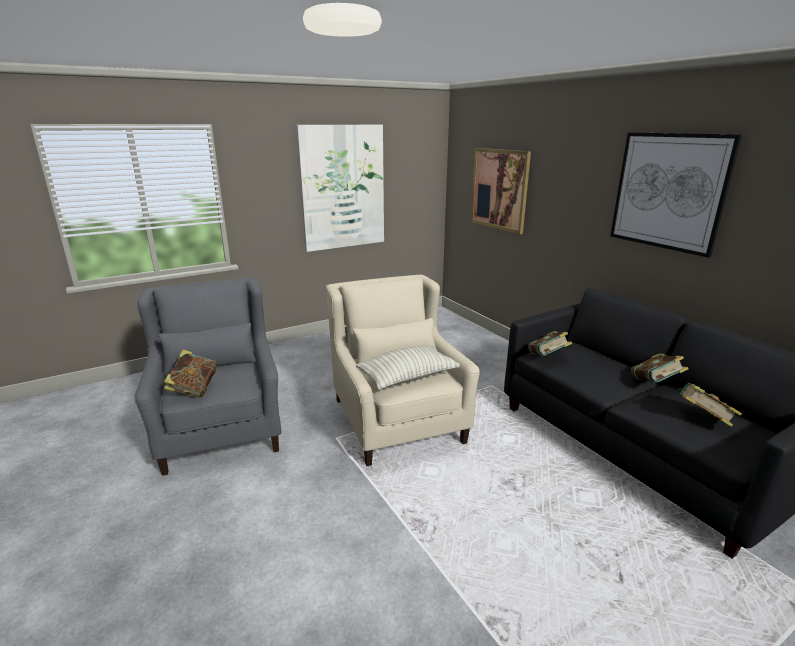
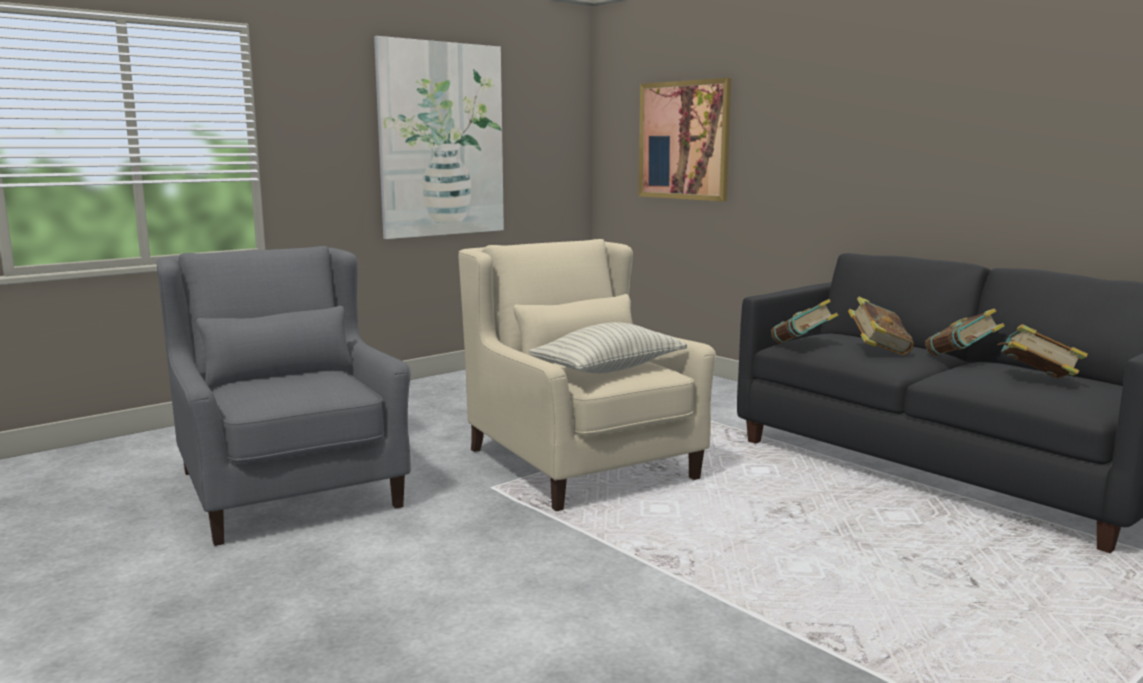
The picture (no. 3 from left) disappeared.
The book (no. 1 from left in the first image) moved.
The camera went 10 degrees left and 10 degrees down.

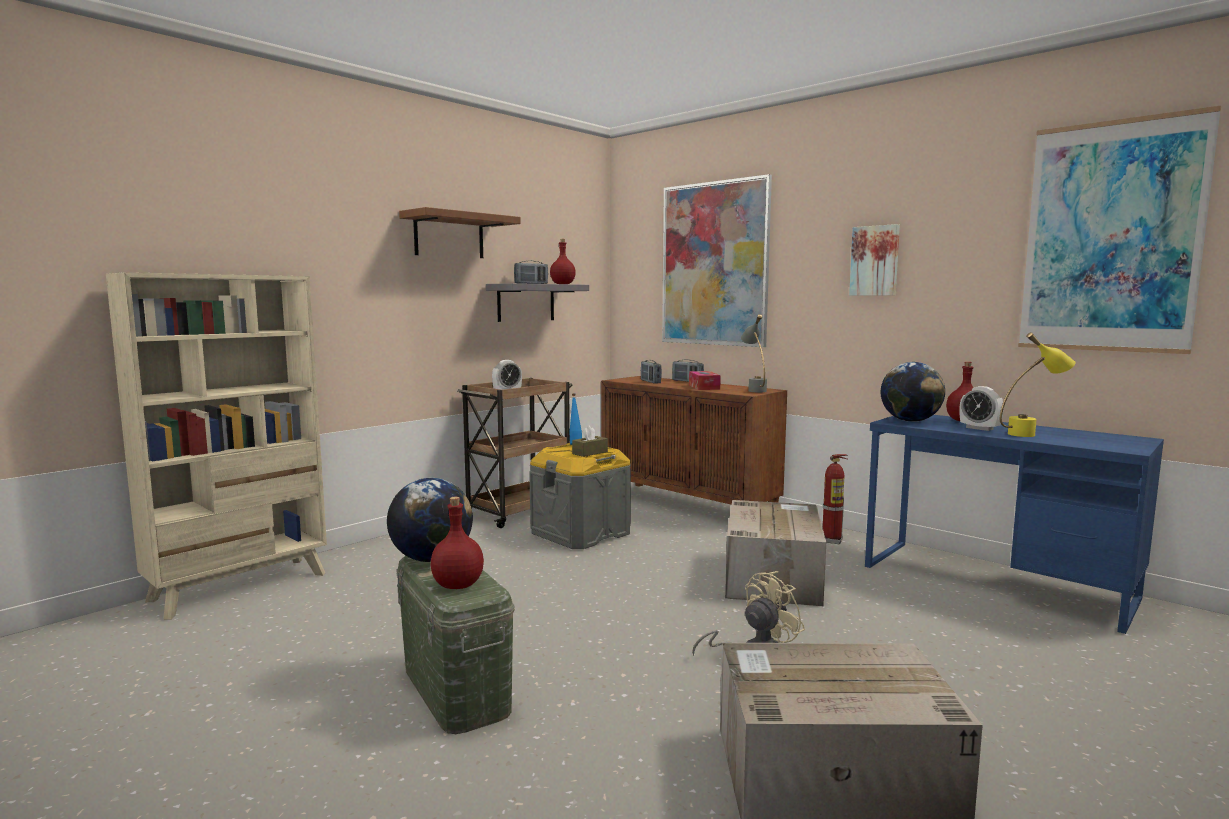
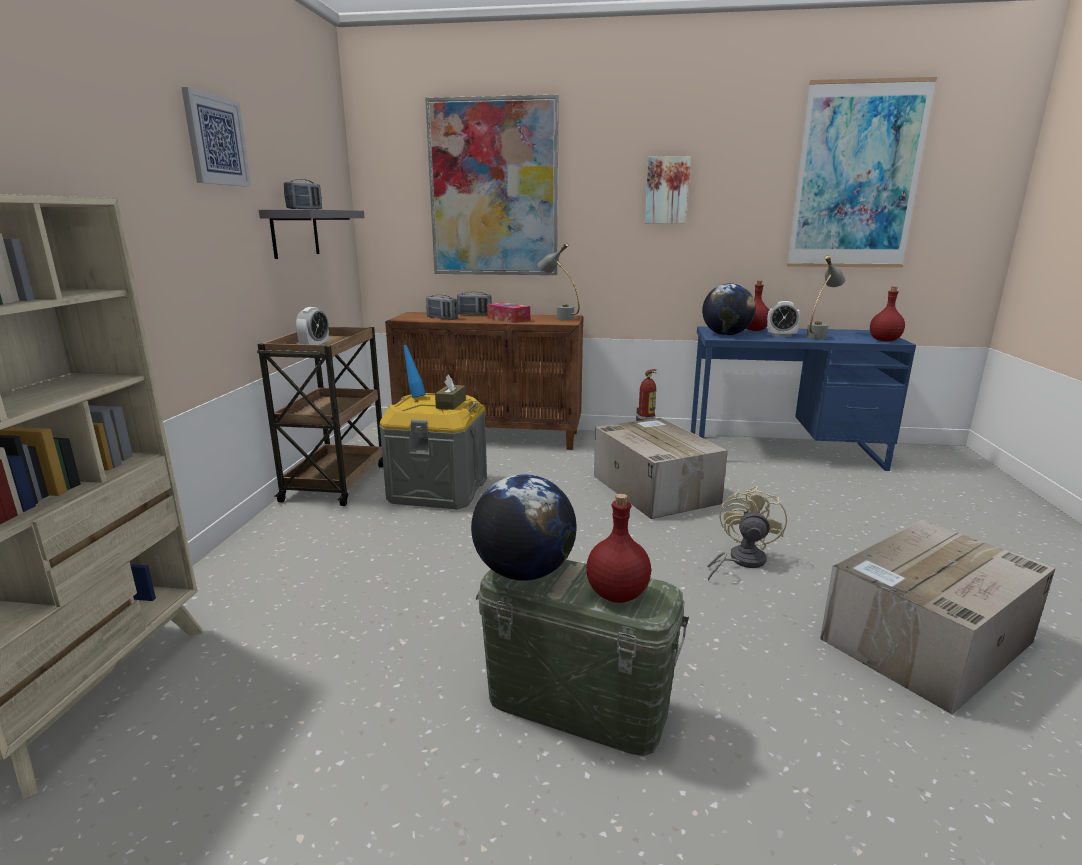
The brown shelf was replaced by the picture (no. 1 from left).
The red bottle (no. 2 from left in the first image) moved.
The yellow table lamp became the grey table lamp (no. 2 from left).
The camera went 35 degrees left and 10 degrees up.

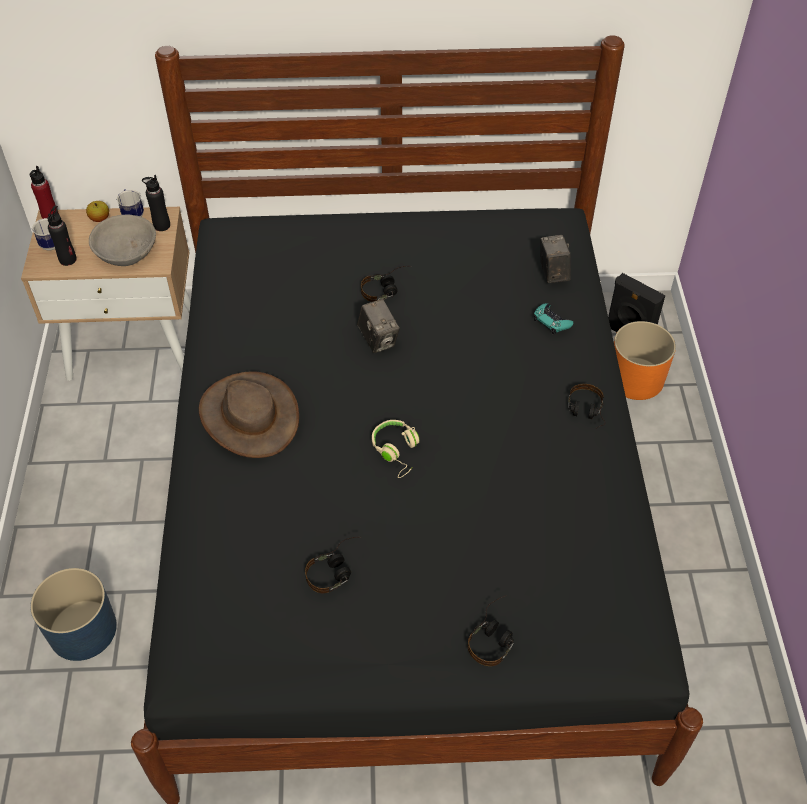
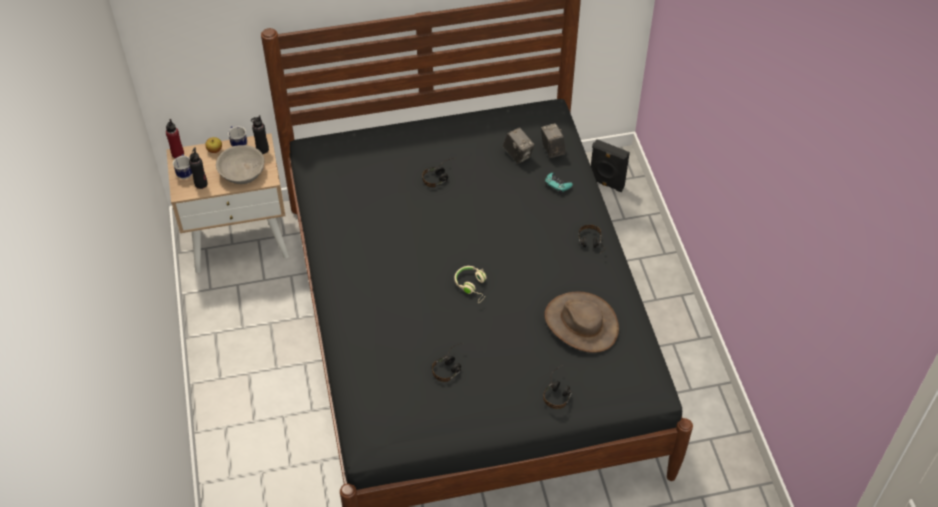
The photo camera (no. 1 from left) moved.
The orange planter disappeared.
The brown hat moved.
The blue planter disappeared.
The camera went 10 degrees left and 0 degrees up.

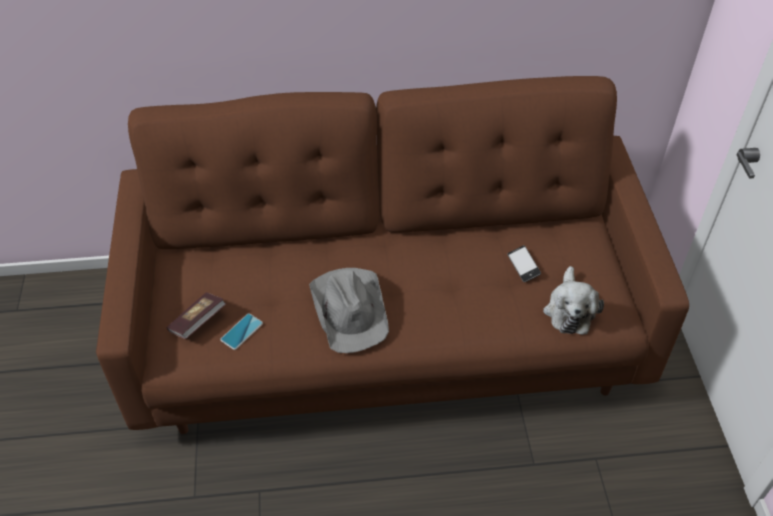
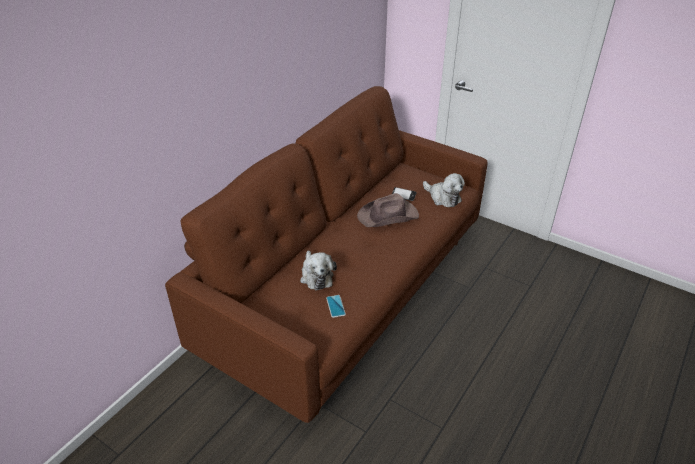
The grey hat disappeared.
The book disappeared.
The brown hat appeared.
The plush toy (no. 1 from left) appeared.
The camera went 50 degrees left and 10 degrees down.

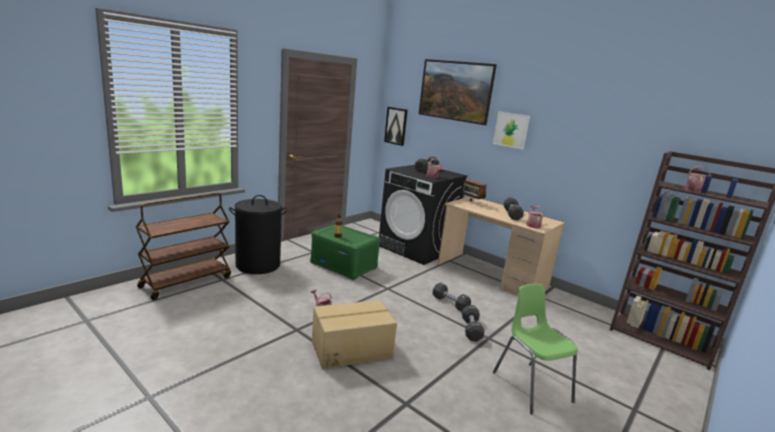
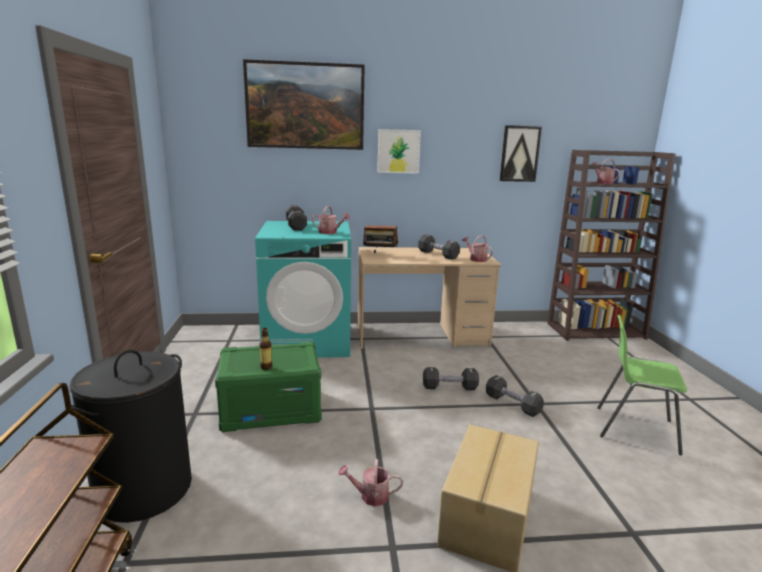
The picture (no. 1 from left in the first image) moved.
The black washing machine became the turquoise washing machine.
The camera went 45 degrees left and 0 degrees up.

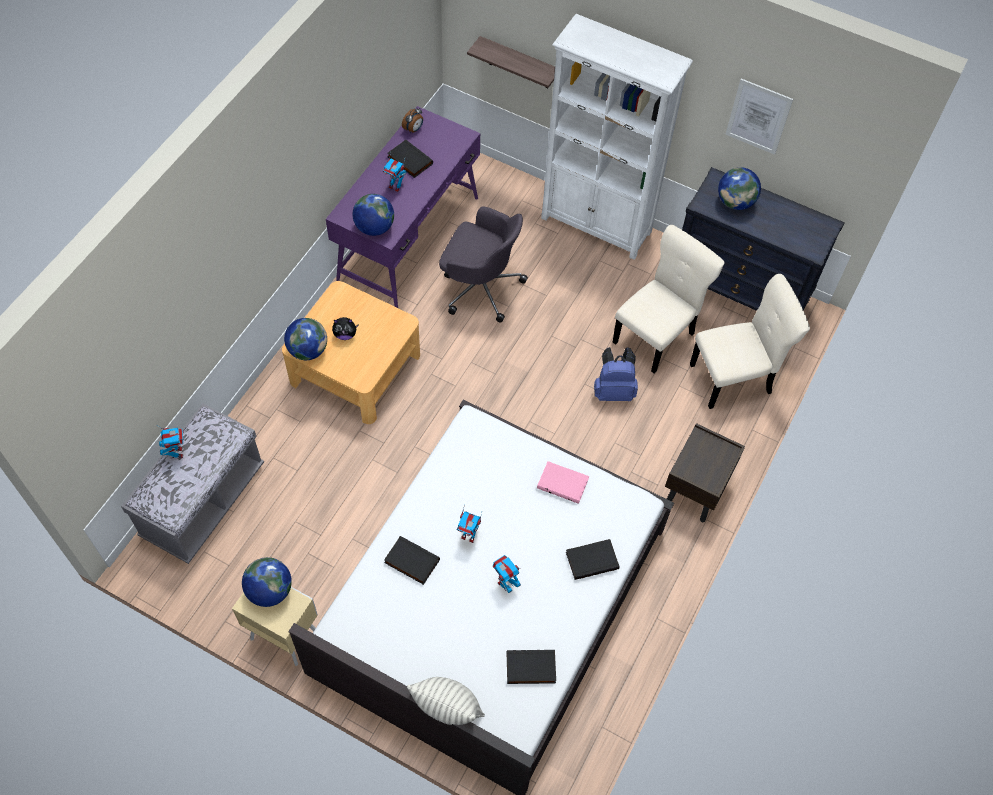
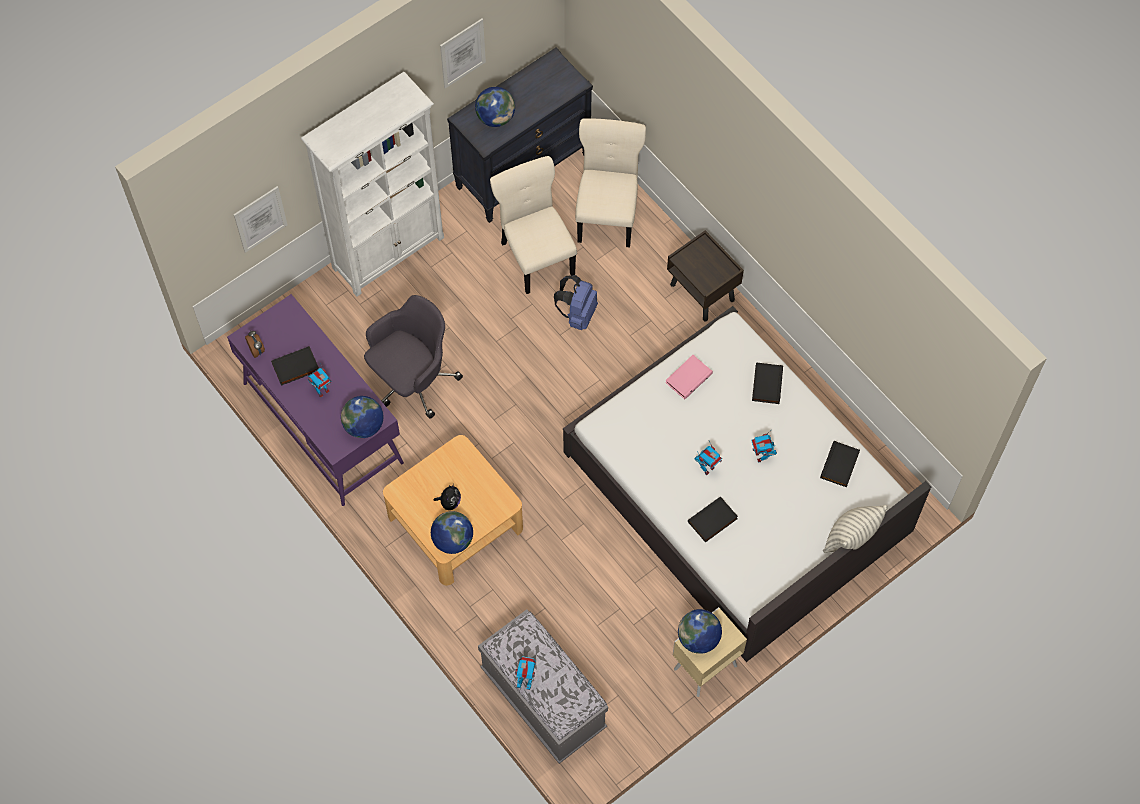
The shelf was replaced by the picture (no. 1 from left).
The camera went 65 degrees left and 5 degrees up.

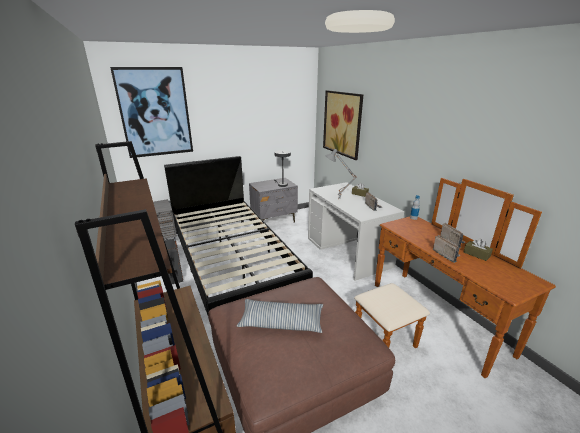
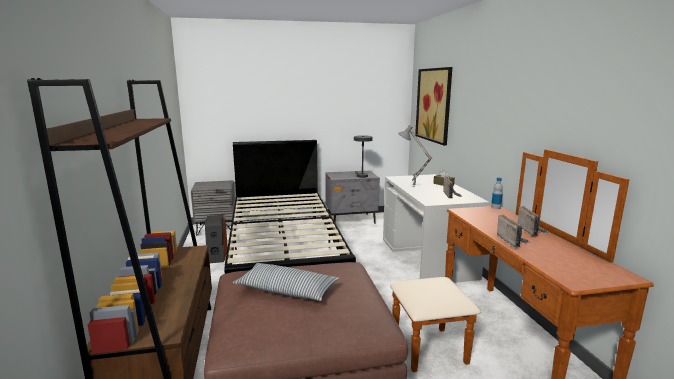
The picture (no. 1 from left) disappeared.
The brown tissue box (no. 2 from left) disappeared.
The camera went 15 degrees right and 10 degrees down.

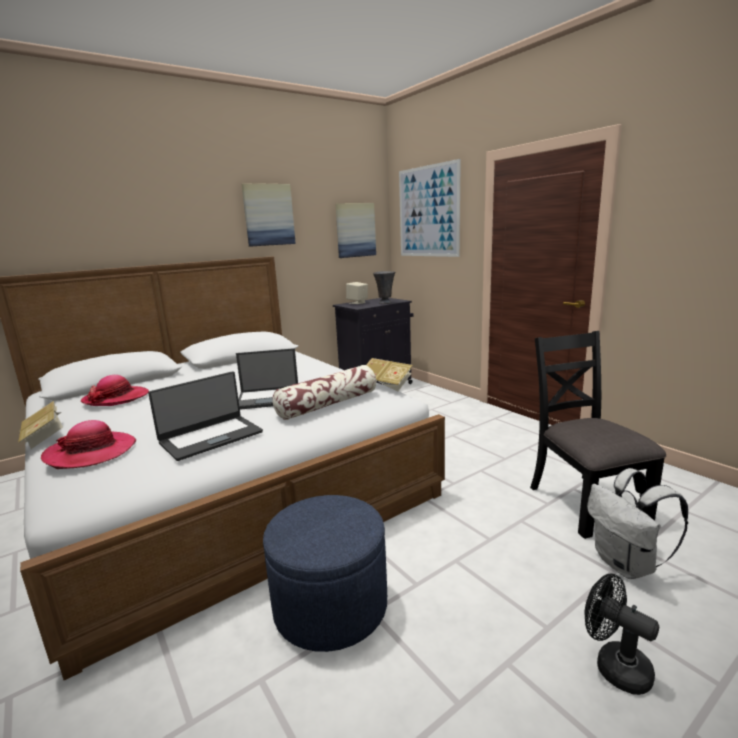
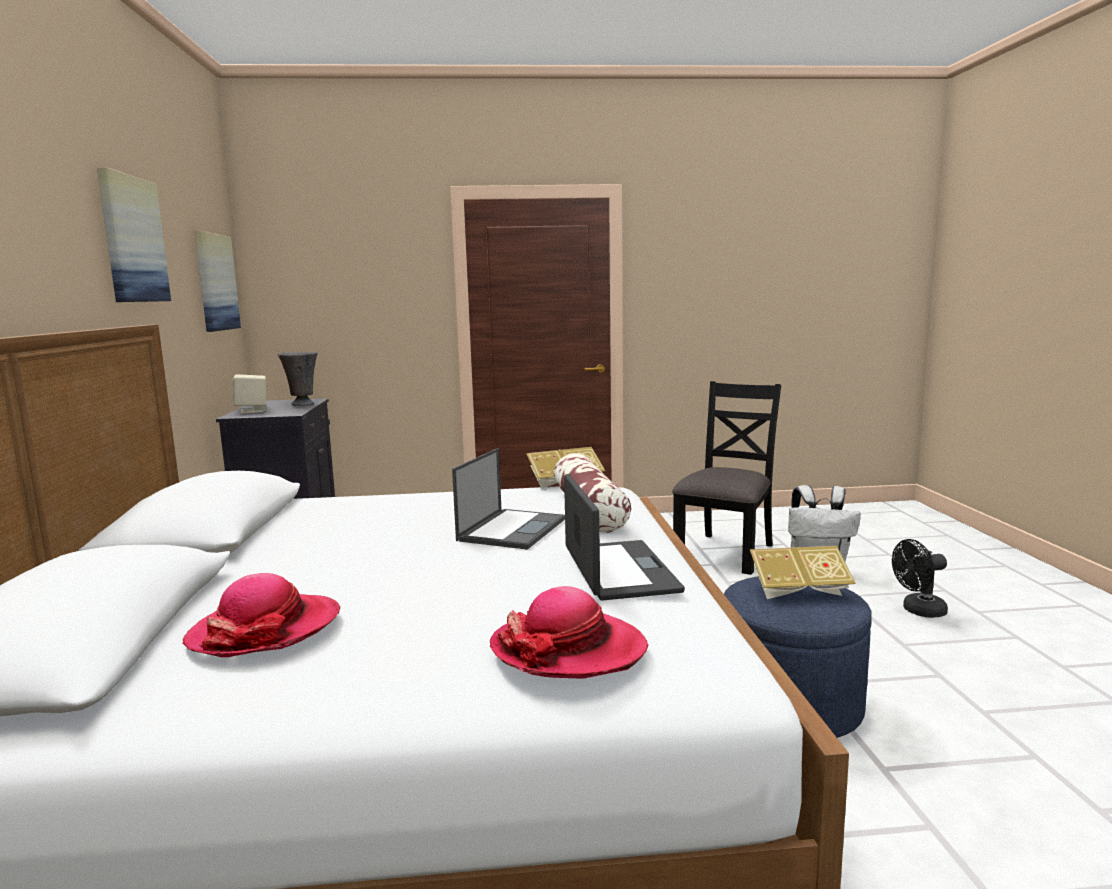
The picture (no. 3 from left) disappeared.
The black chair turned 105 degrees clockwise.
The book (no. 1 from left in the first image) moved.
The camera went 60 degrees left and 5 degrees down.

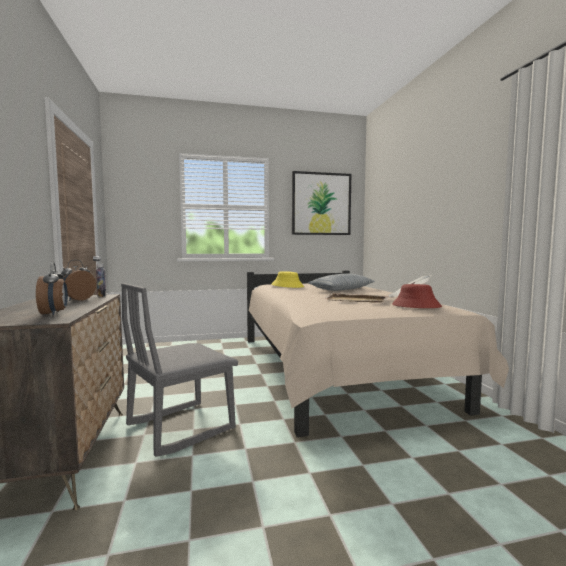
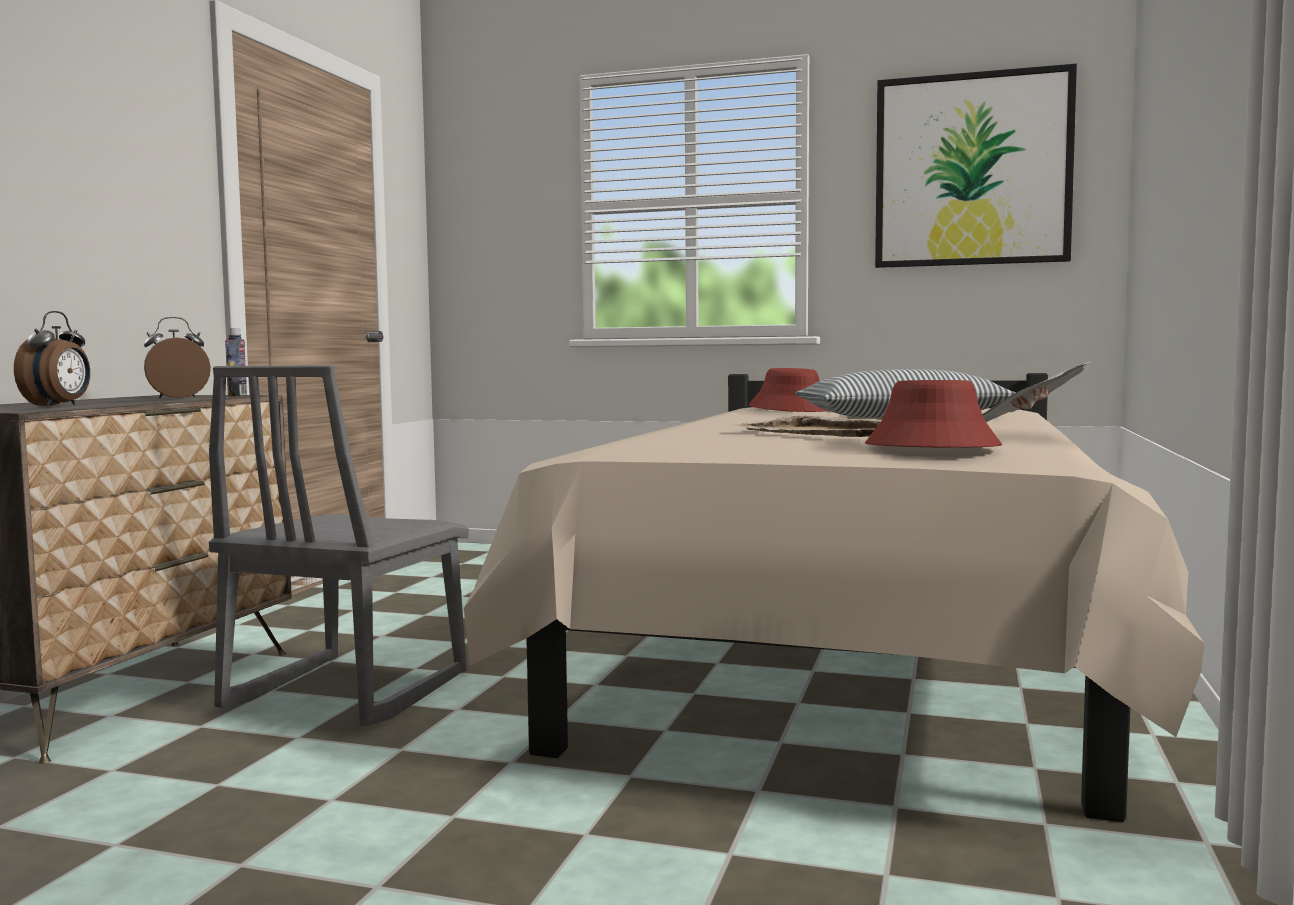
The yellow hat became the red hat (no. 1 from left).
The grey chair turned 60 degrees counterclockwise.
The camera went 30 degrees right and 0 degrees up.

